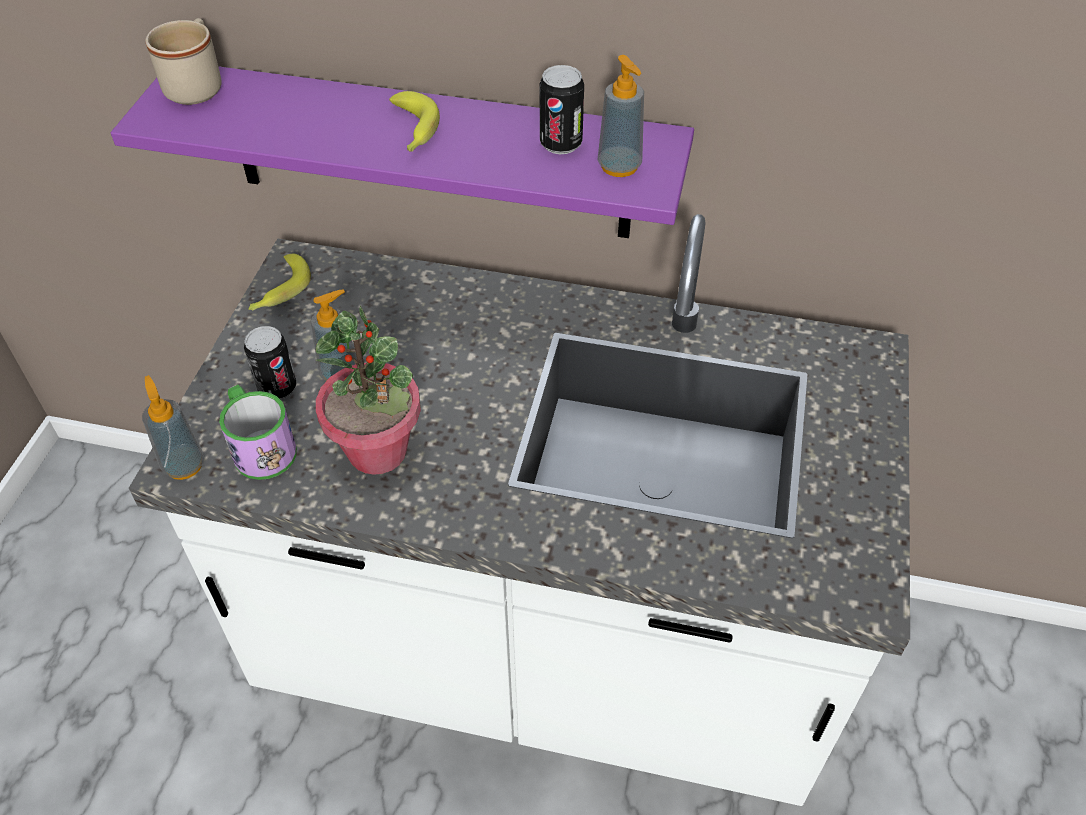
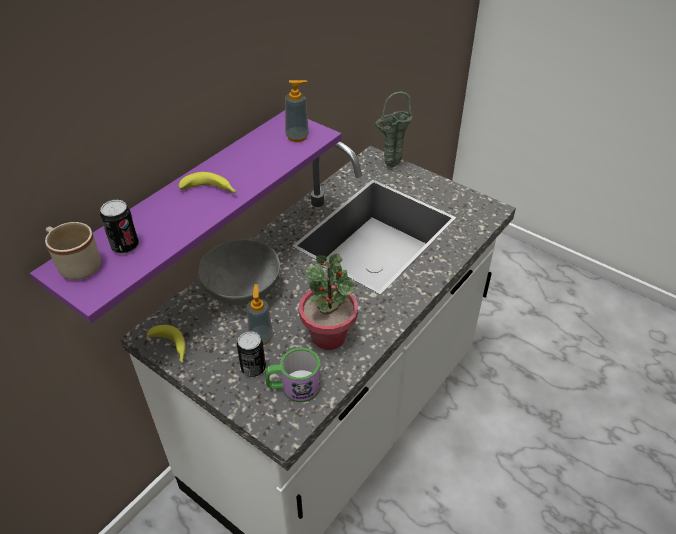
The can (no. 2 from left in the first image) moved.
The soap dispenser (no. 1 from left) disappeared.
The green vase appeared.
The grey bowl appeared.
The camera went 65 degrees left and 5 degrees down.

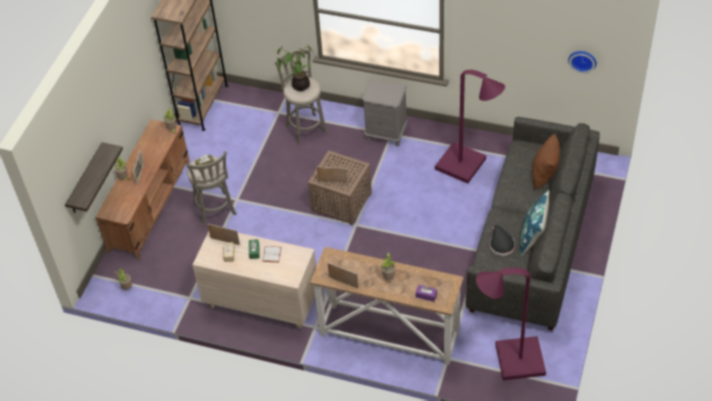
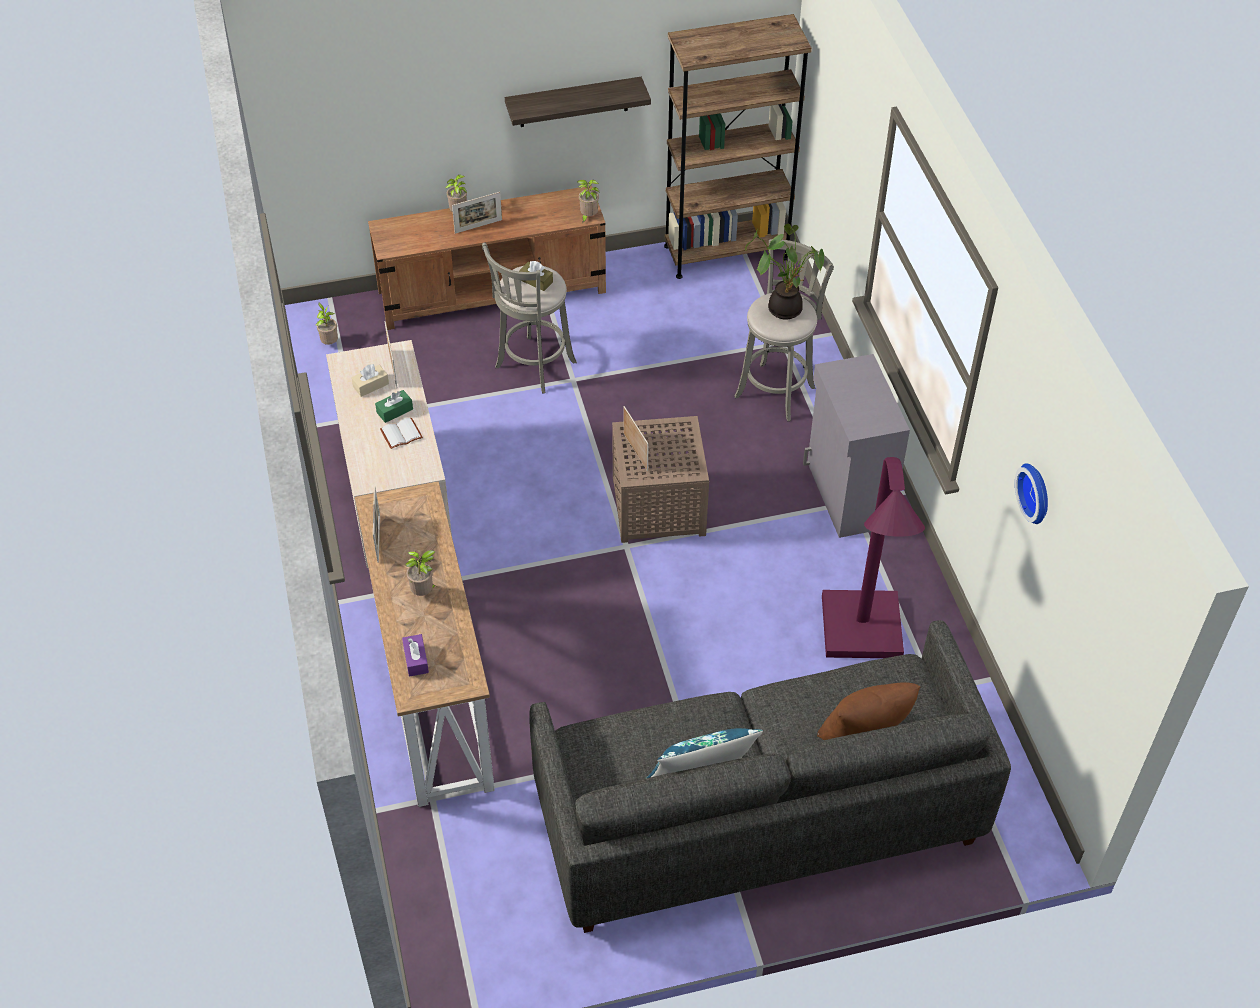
The wall clock moved.
The grey nightstand was replaced by the grey cabinet.
The shelf moved.
The black hat disappeared.
The purple floor lamp (no. 2 from left) disappeared.
The camera went 55 degrees right and 0 degrees up.

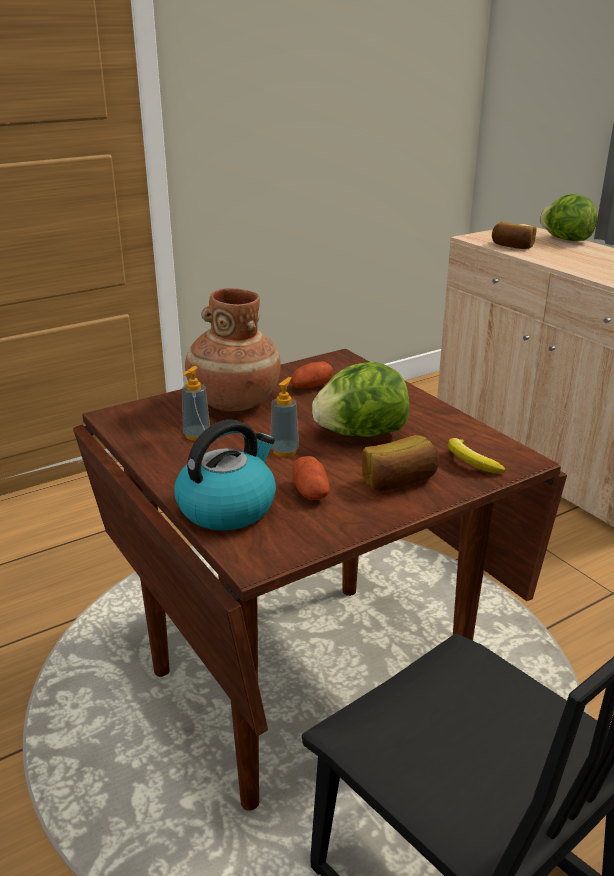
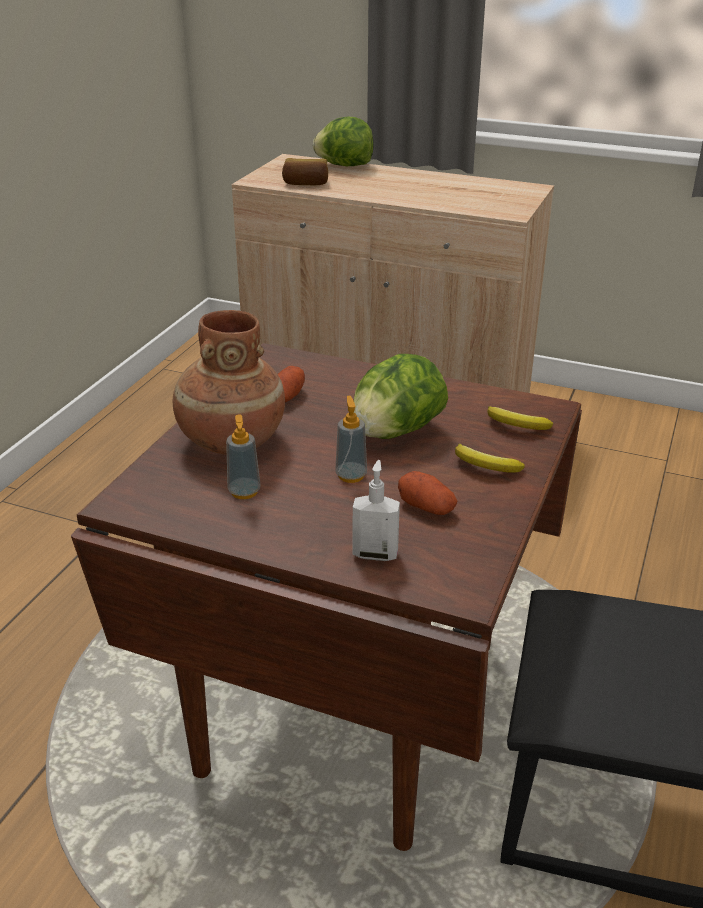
The kettle was replaced by the soap dispenser (no. 3 from left).
The bread (no. 1 from left) was replaced by the banana (no. 1 from left).
The camera went 35 degrees left and 5 degrees up.

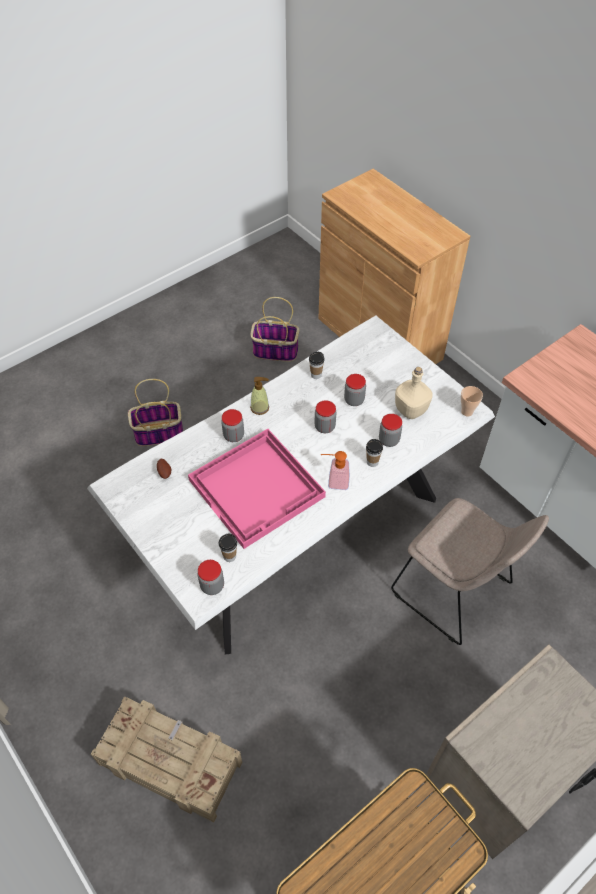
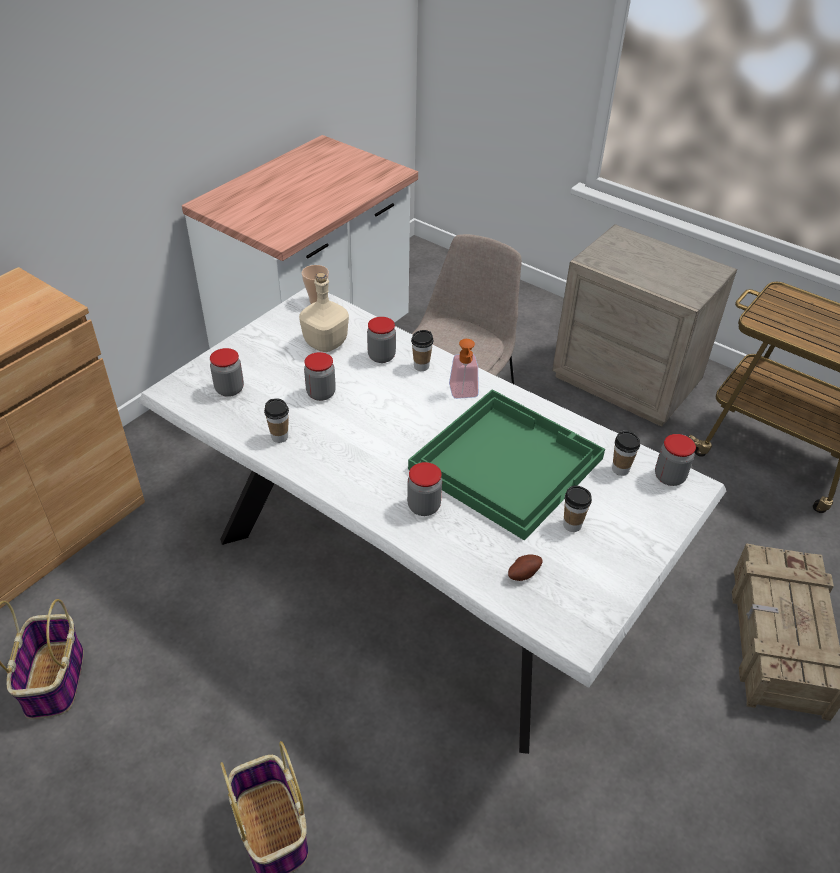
The soap dispenser (no. 1 from left) disappeared.
The jar (no. 3 from left in the first image) moved.
The pink tray became the green tray.
The cup (no. 4 from left) appeared.
The camera went 105 degrees left and 10 degrees down.

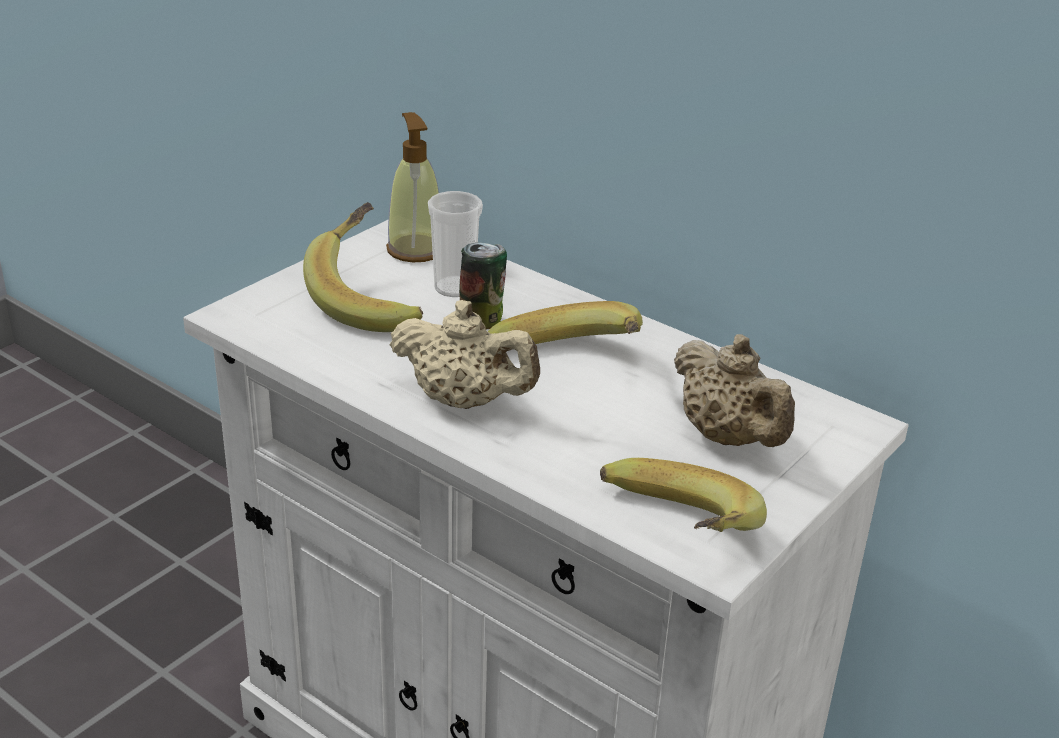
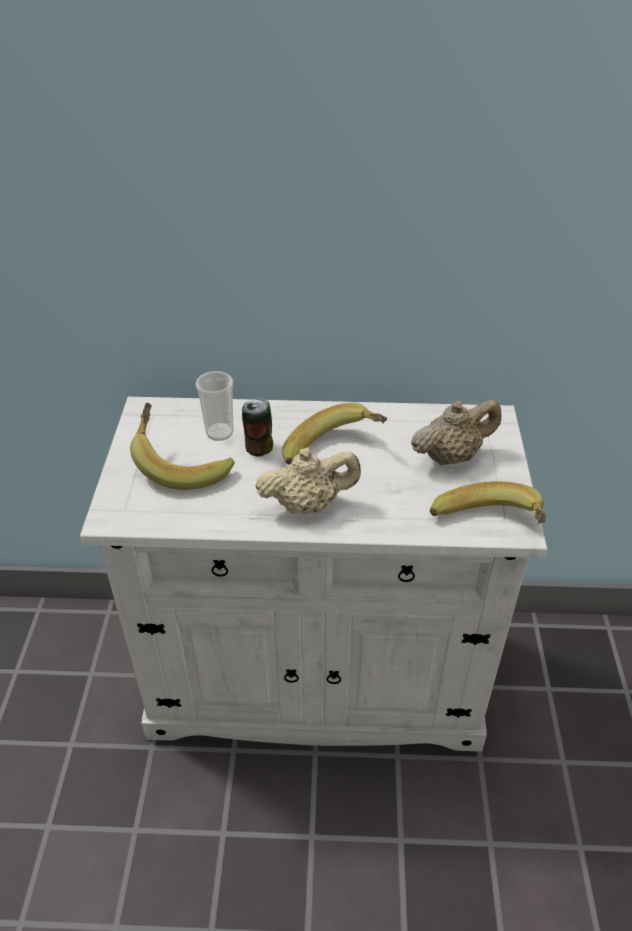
The soap dispenser disappeared.
The beige teapot (no. 2 from left) turned 45 degrees counterclockwise.
The camera went 35 degrees left and 10 degrees up.

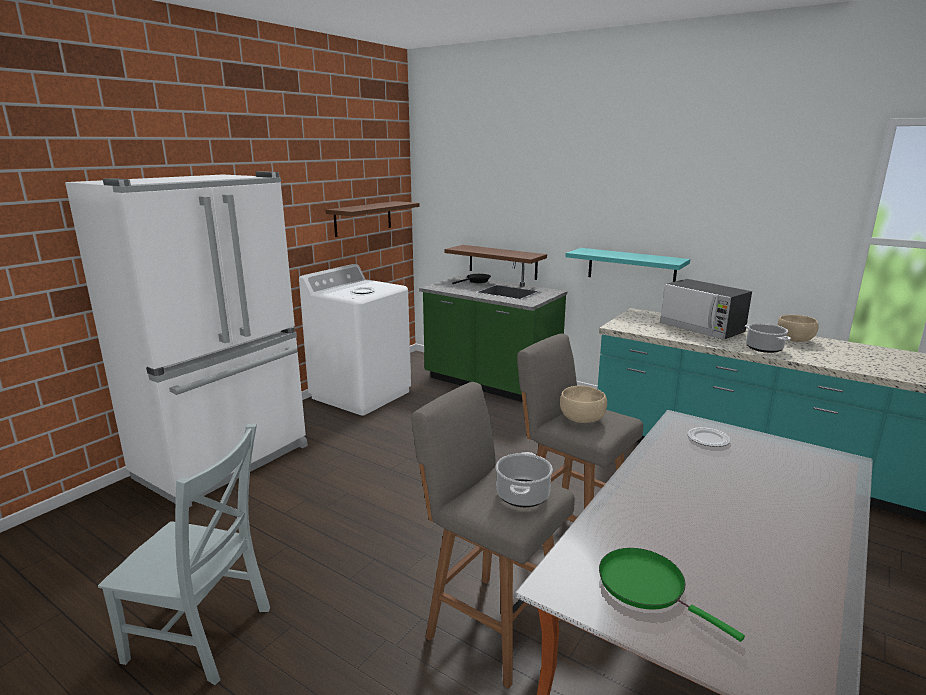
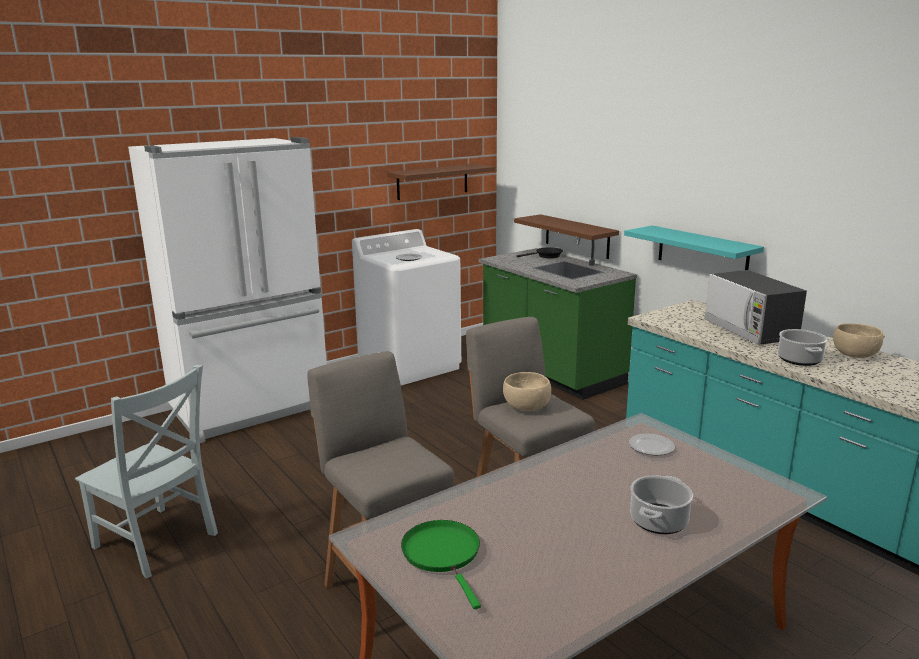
The cooking pot (no. 1 from left) moved.
The camera went 20 degrees right and 0 degrees up.

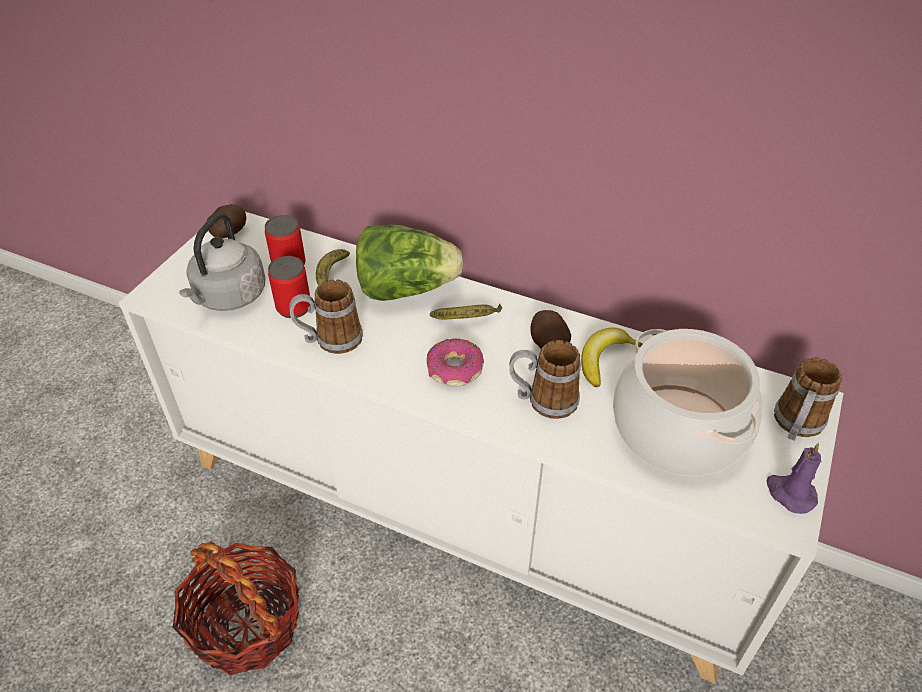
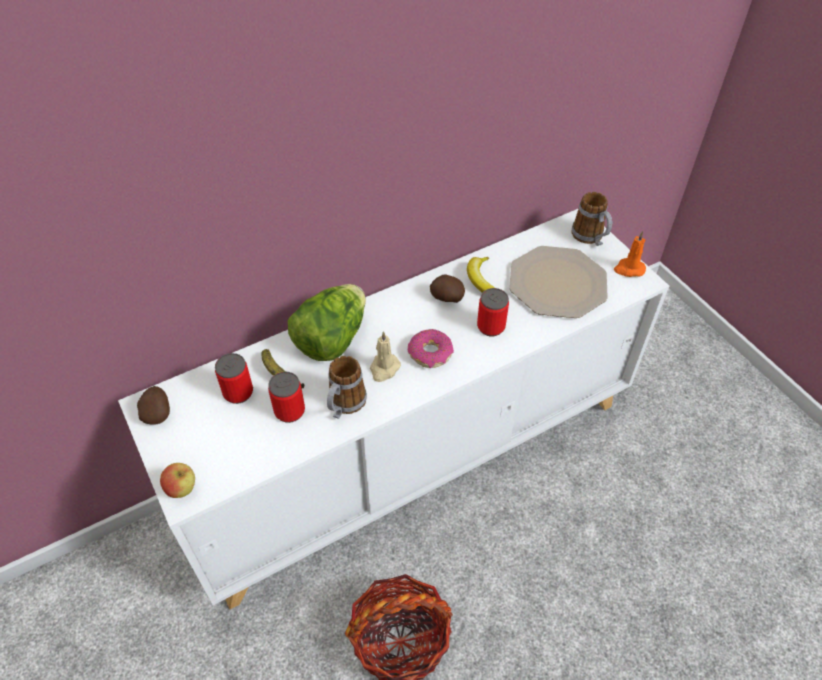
The grey kettle disappeared.
The banana (no. 2 from left) disappeared.
The cooking pot was replaced by the plate.
The mug (no. 2 from left) was replaced by the can (no. 3 from left).
The purple candle became the orange candle.
The beige candle appeared.
The apple appeared.
The camera went 55 degrees left and 5 degrees up.

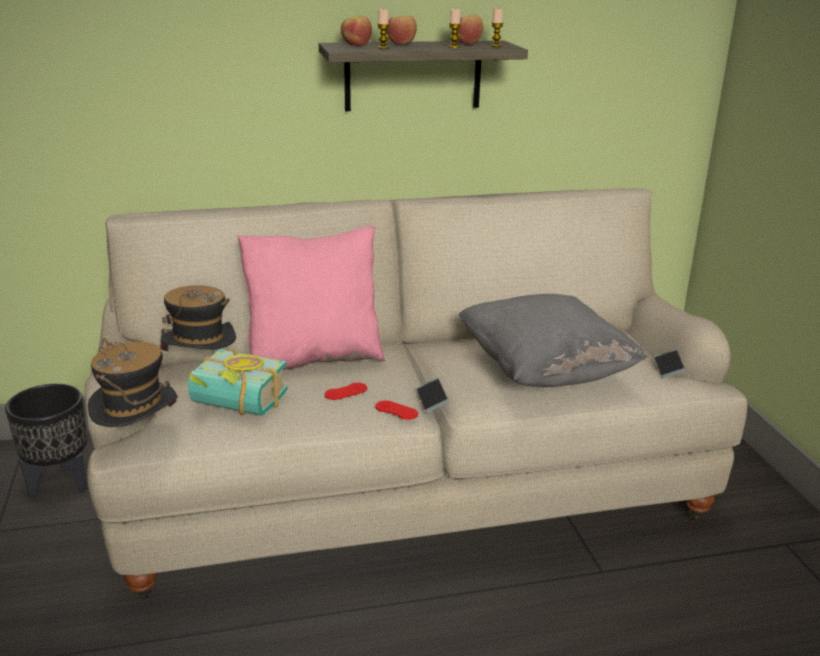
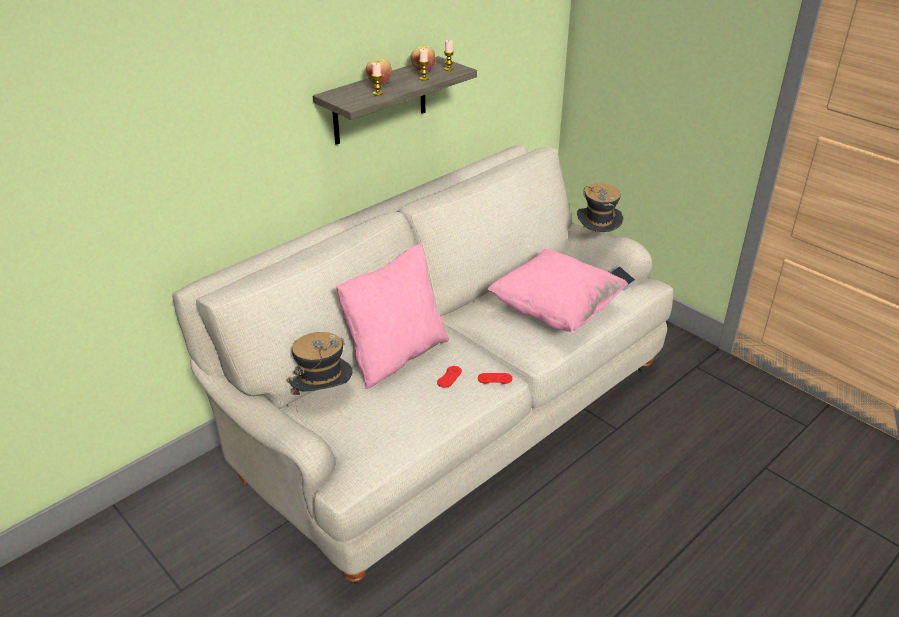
The apple (no. 1 from left) disappeared.
The grey pillow became the pink pillow (no. 2 from left).
The hat (no. 1 from left in the first image) moved.
The book disappeared.
The phone (no. 1 from left) disappeared.
The black planter disappeared.
The camera went 30 degrees left and 10 degrees up.

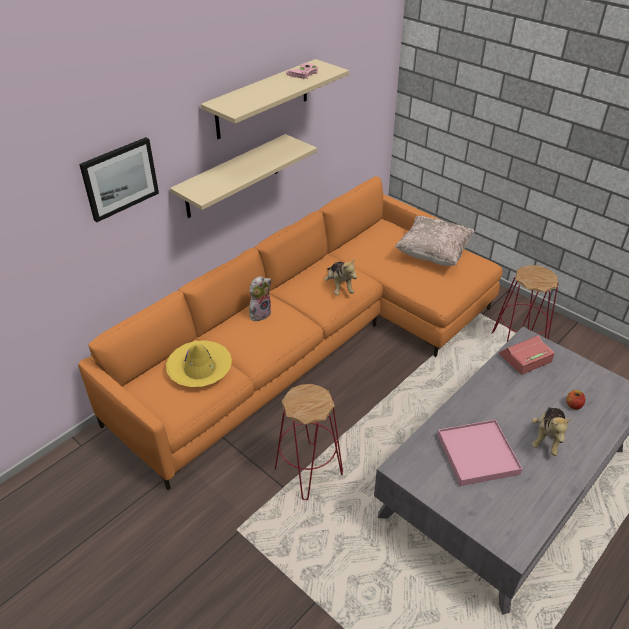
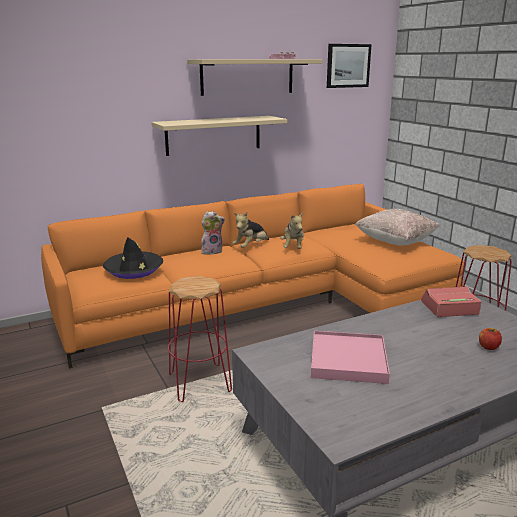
The picture moved.
The yellow hat became the black hat.
The plush toy (no. 3 from left in the first image) moved.
The camera went 20 degrees right and 20 degrees down.

